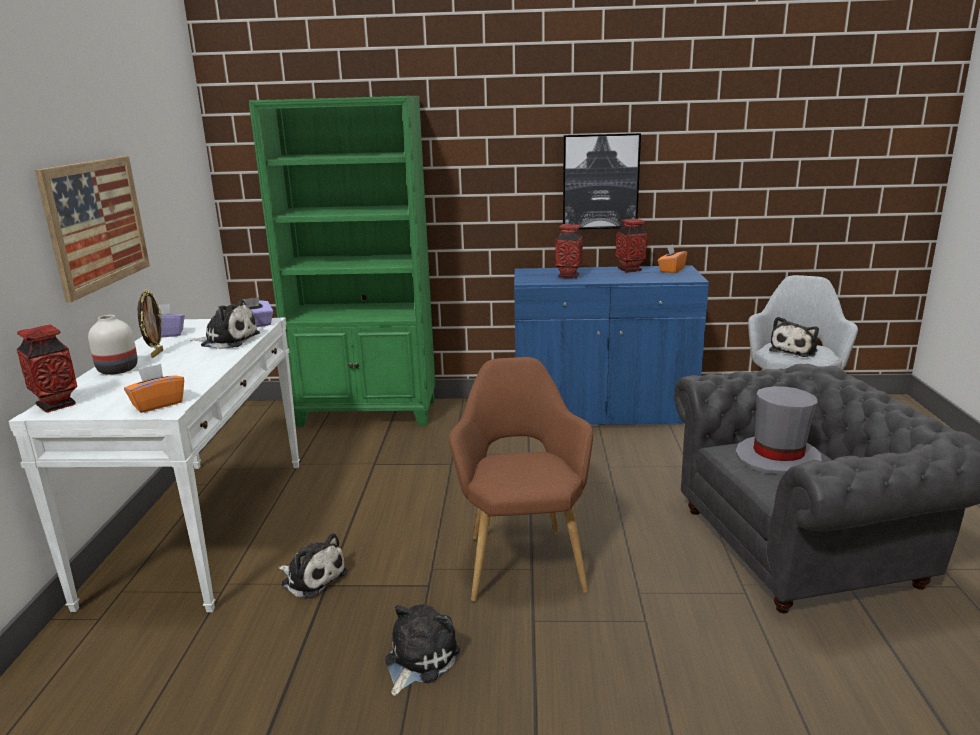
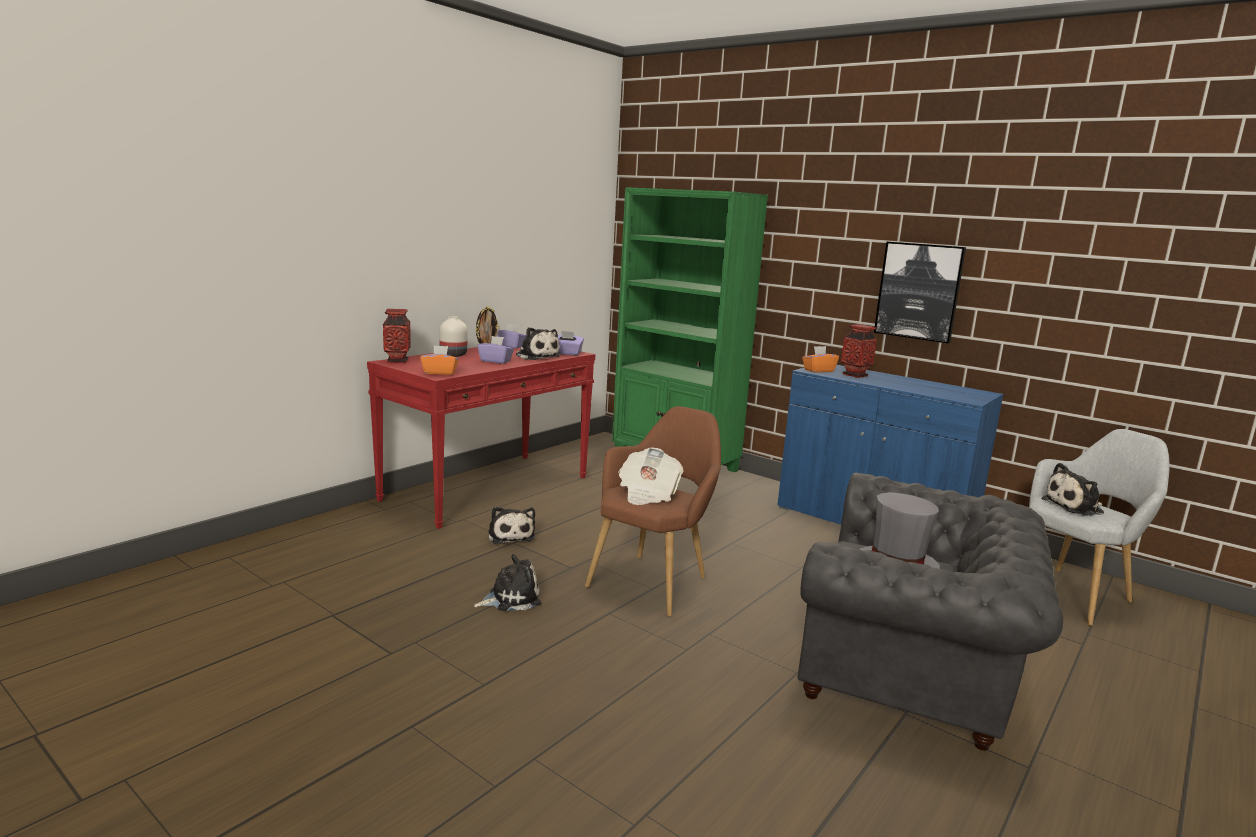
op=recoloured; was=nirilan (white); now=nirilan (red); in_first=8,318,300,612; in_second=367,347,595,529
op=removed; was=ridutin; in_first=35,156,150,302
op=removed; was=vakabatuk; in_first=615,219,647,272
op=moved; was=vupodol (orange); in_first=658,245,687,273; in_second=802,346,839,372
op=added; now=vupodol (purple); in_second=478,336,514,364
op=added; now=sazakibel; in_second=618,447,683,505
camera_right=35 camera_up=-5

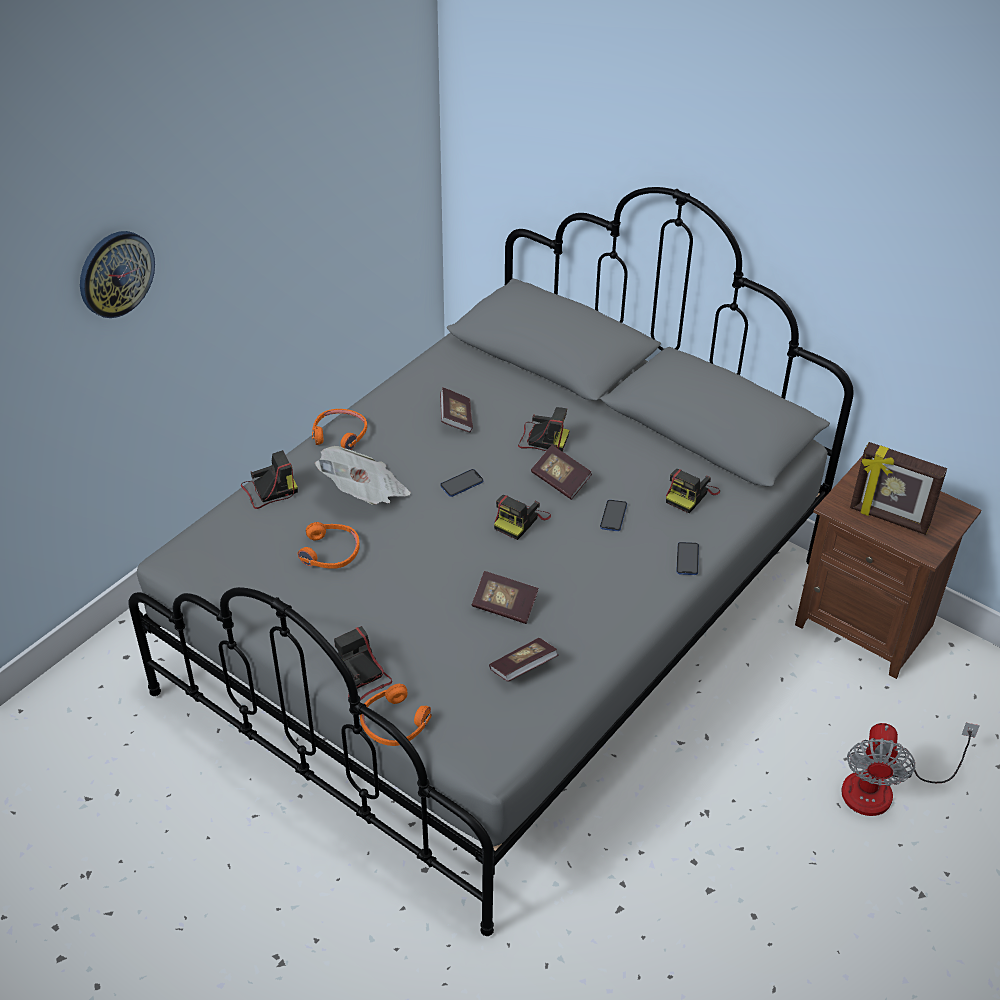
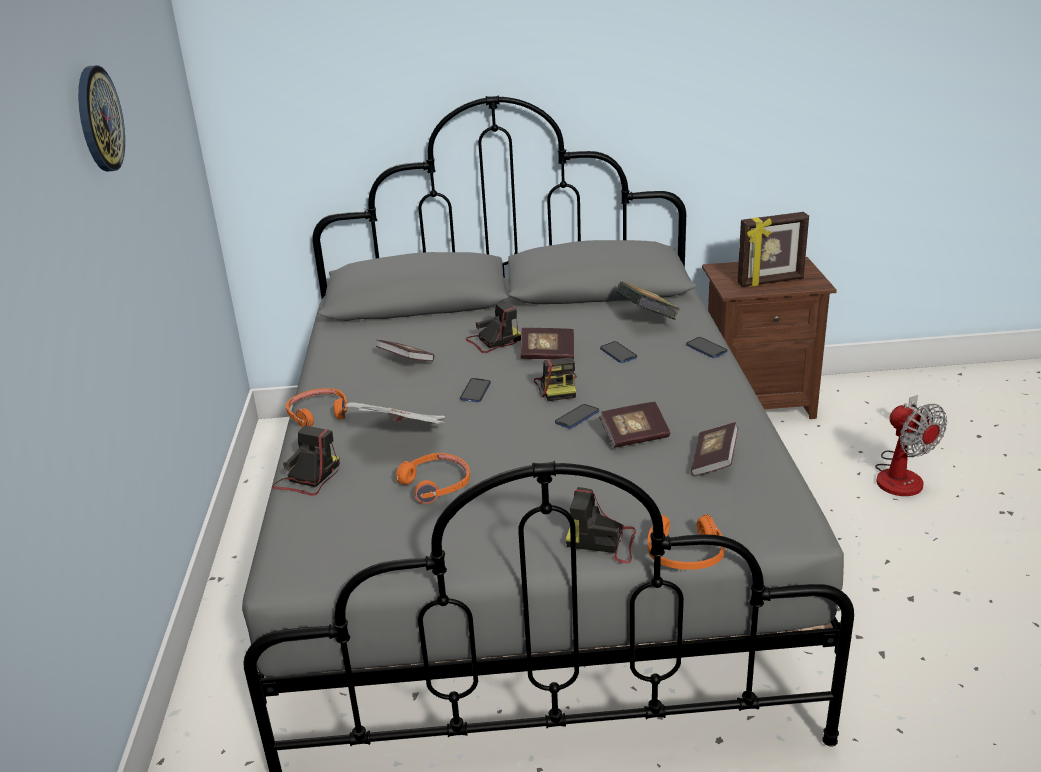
op=moved; was=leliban; in_first=80,231,155,318; in_second=78,65,125,172
op=replaced; was=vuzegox; now=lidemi; in_first=666,469,720,513; in_second=616,281,680,320
op=added; now=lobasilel; in_second=555,404,599,428
camera_right=-40 camera_up=-15

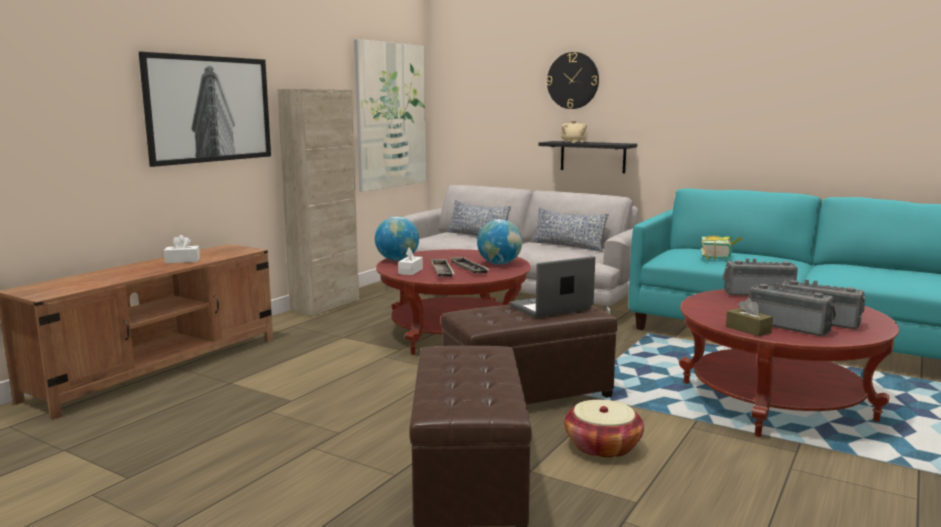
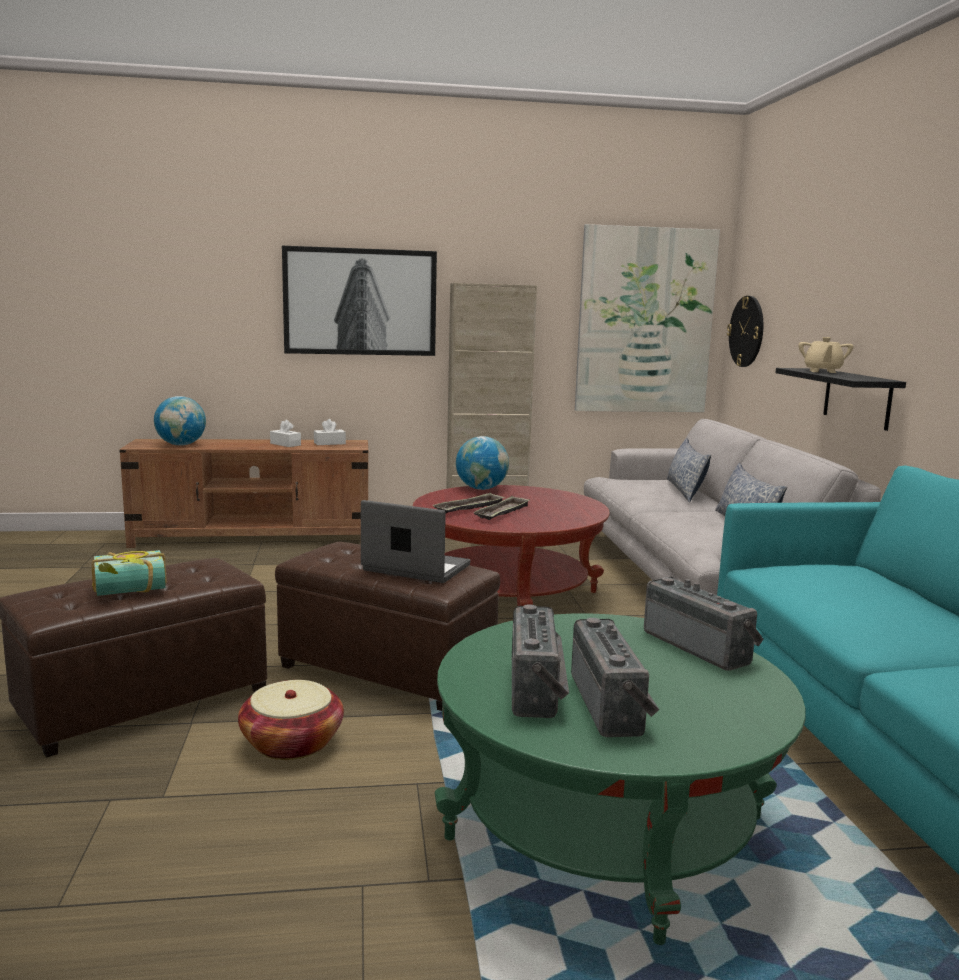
op=moved; was=vupodol (white); in_first=398,247,423,275; in_second=314,419,346,445
op=moved; was=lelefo; in_first=477,219,522,265; in_second=154,396,206,445
op=moved; was=leliban; in_first=547,52,599,109; in_second=727,296,763,367
op=recoloured; was=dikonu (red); now=dikonu (green); in_first=679,289,899,437; in_second=435,614,805,945
op=moved; was=lidemi; in_first=701,235,742,260; in_second=91,550,167,596
op=removed; was=vupodol (brown); in_first=726,298,773,337
camera_right=50 camera_up=0

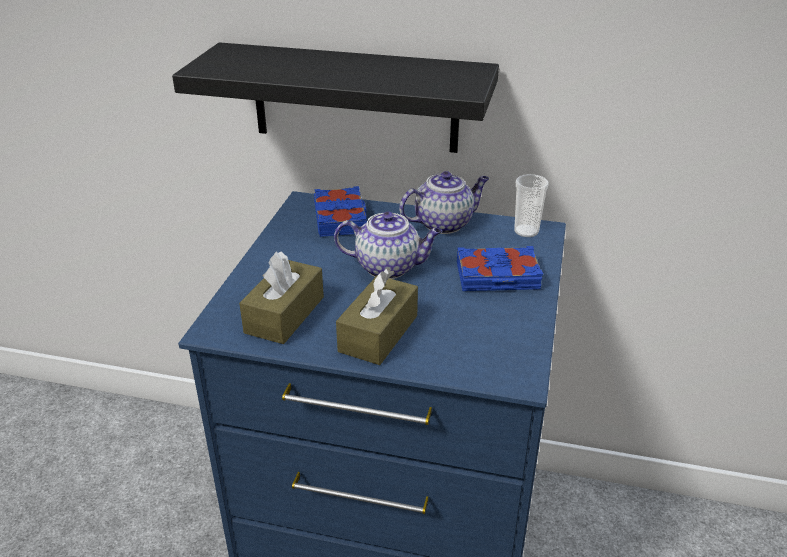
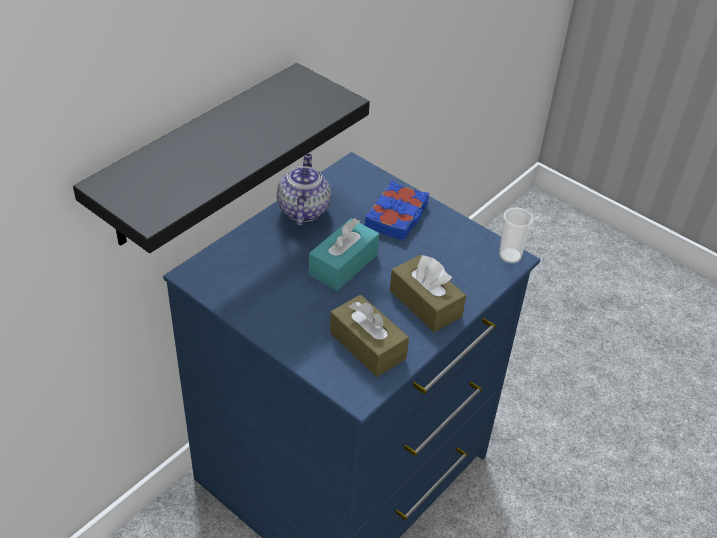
op=removed; was=lidemi (blue); in_first=314,186,367,237
op=replaced; was=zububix; now=vupodol (turquoise); in_first=334,212,443,279; in_second=309,218,379,291
op=moved; was=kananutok; in_first=514,174,549,237; in_second=499,207,534,263
camera_right=-65 camera_up=10

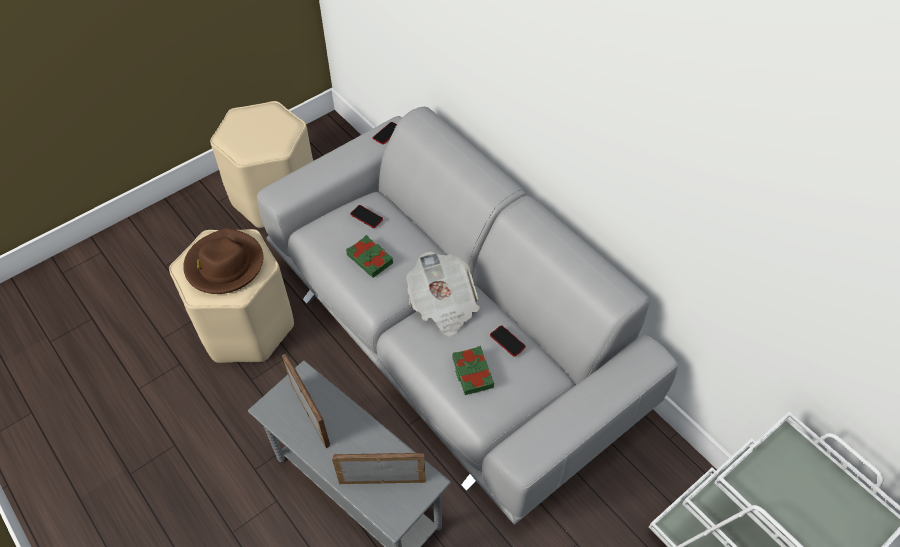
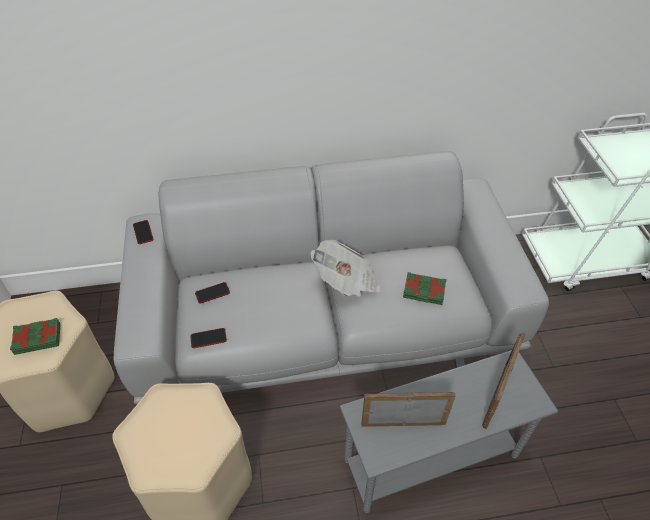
op=removed; was=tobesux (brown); in_first=183,228,264,294
op=moved; was=lidemi (green); in_first=346,235,393,278; in_second=10,318,61,355
op=moved; was=lobasilel; in_first=490,325,526,357; in_second=190,328,227,348
camera_right=-60 camera_up=-5

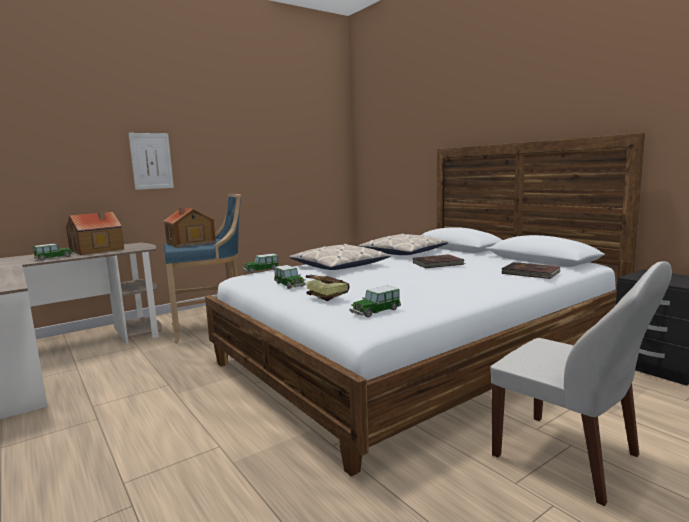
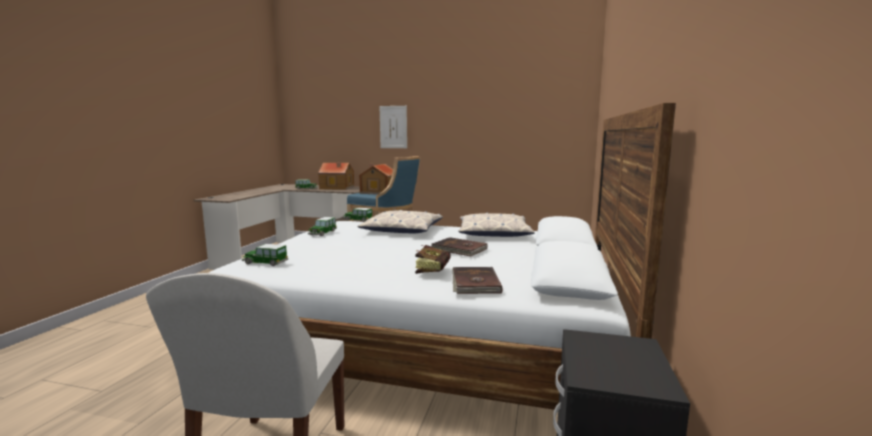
op=moved; was=lidemi; in_first=306,274,349,301; in_second=415,245,451,274
camera_right=50 camera_up=0

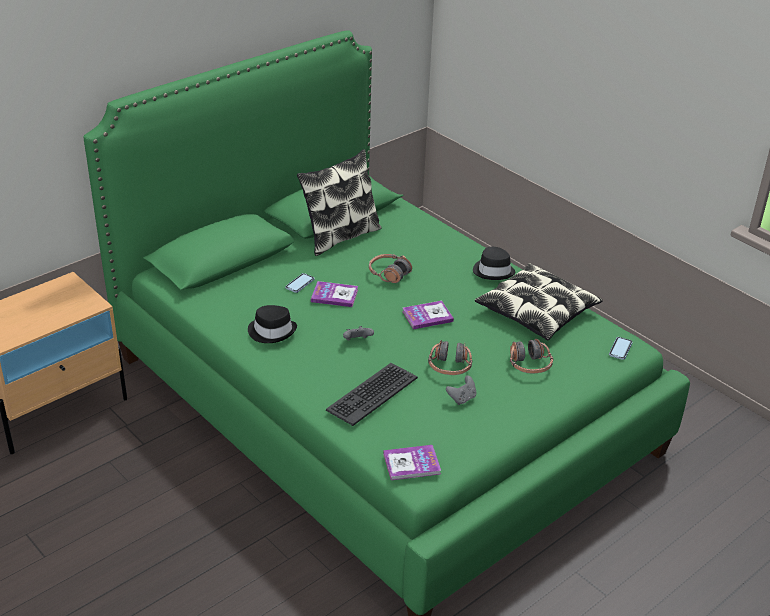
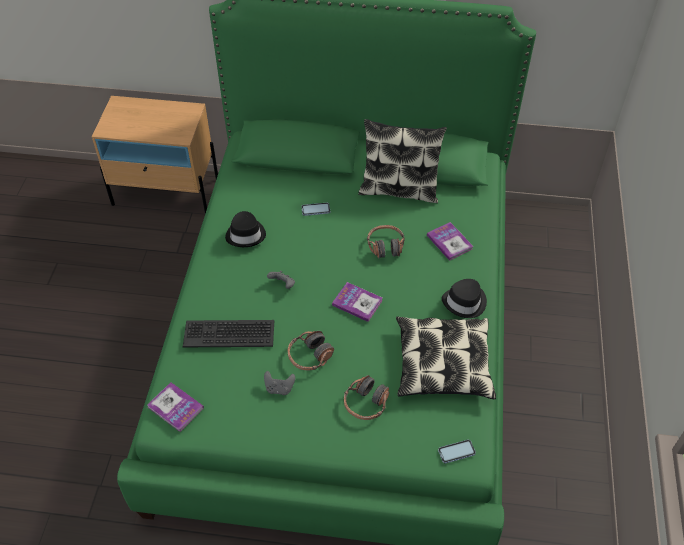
op=moved; was=lidemi; in_first=311,281,358,307; in_second=427,222,473,261
camera_right=50 camera_up=15

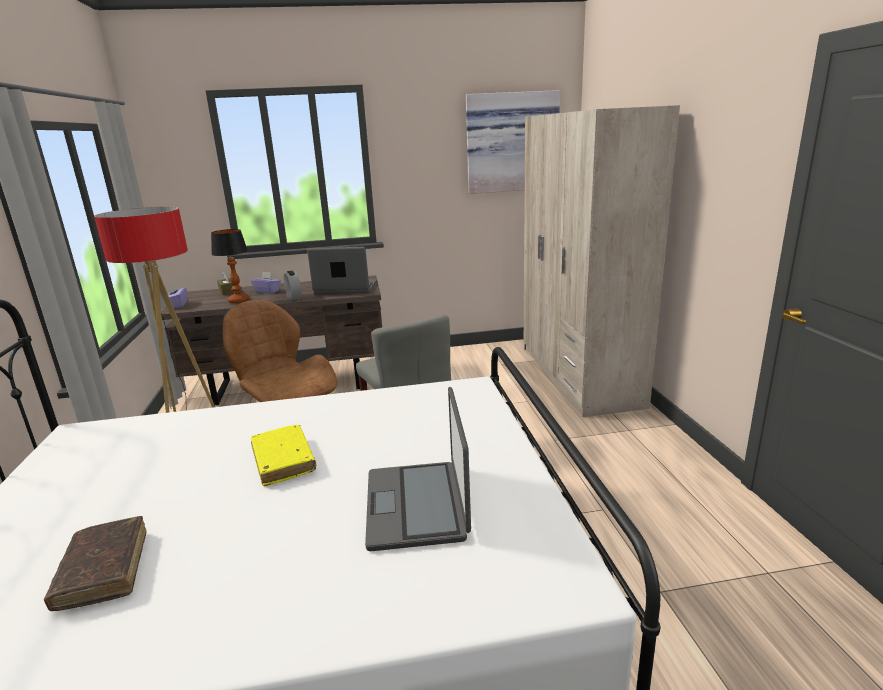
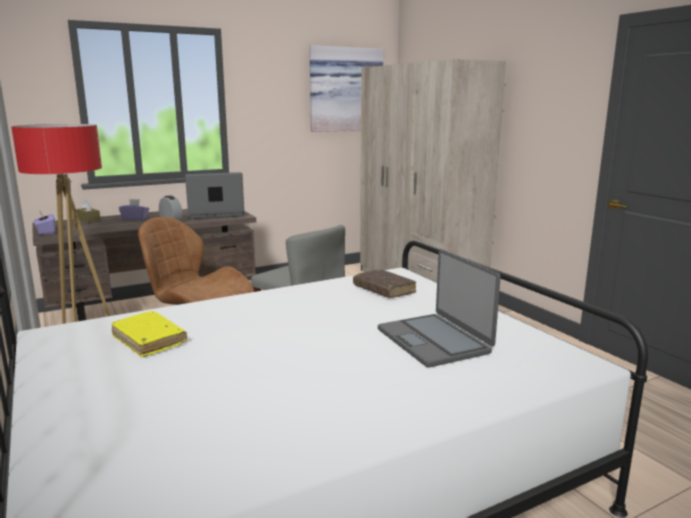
op=moved; was=lidemi (brown); in_first=44,516,146,611; in_second=353,269,416,298
op=removed; was=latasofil; in_first=211,229,249,303
op=moved; was=lidemi (yellow); in_first=251,425,316,486; in_second=112,311,187,357
camera_right=-20 camera_up=-5

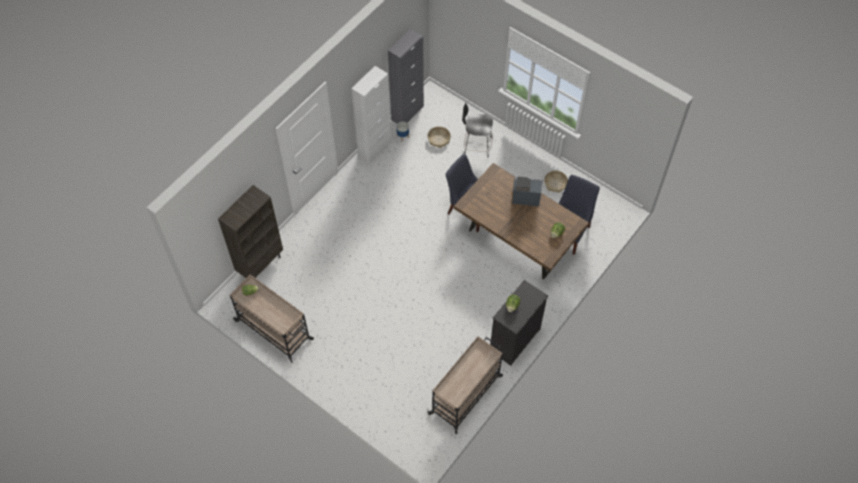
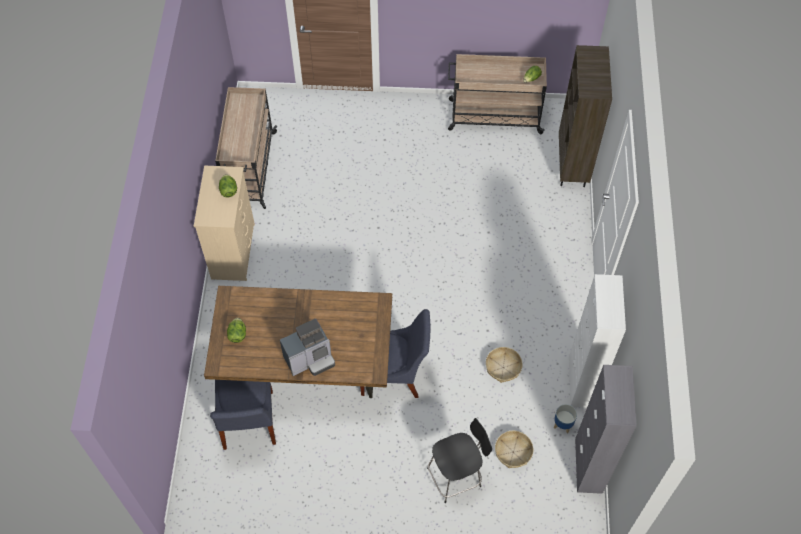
op=recoloured; was=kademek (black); now=kademek (beige); in_first=490,280,548,366; in_second=194,165,255,281
op=moved; was=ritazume; in_first=544,171,568,193; in_second=486,347,523,383
camera_right=145 camera_up=0

